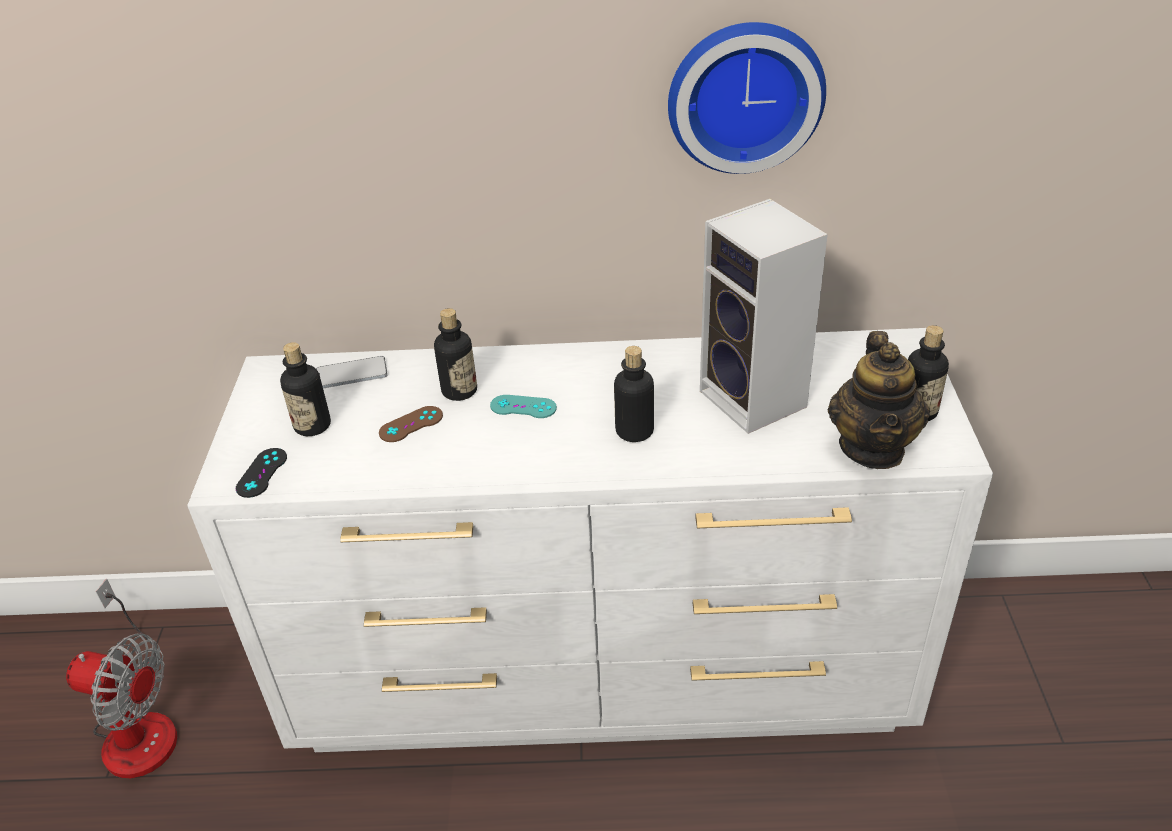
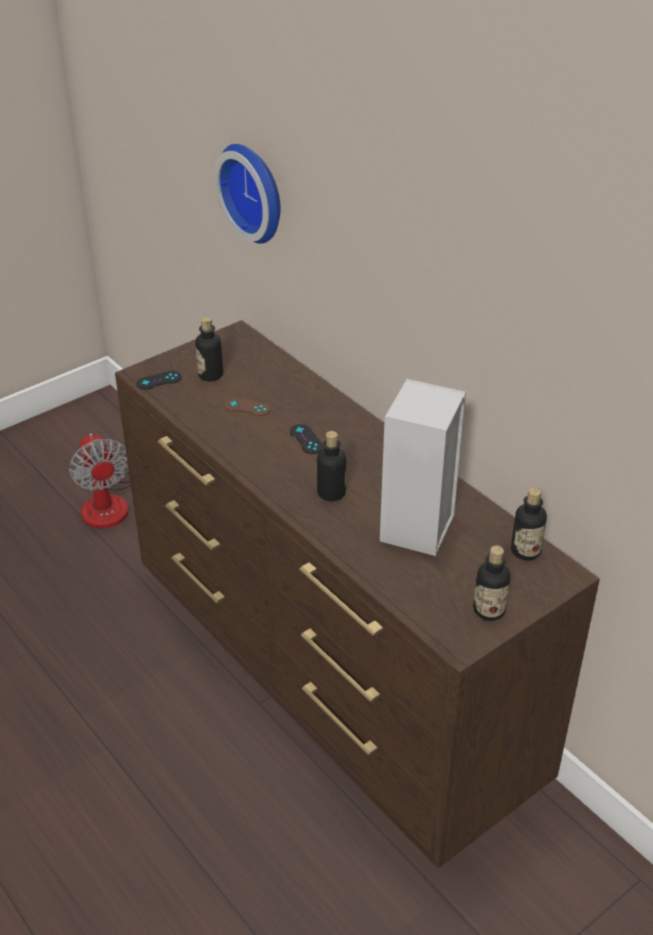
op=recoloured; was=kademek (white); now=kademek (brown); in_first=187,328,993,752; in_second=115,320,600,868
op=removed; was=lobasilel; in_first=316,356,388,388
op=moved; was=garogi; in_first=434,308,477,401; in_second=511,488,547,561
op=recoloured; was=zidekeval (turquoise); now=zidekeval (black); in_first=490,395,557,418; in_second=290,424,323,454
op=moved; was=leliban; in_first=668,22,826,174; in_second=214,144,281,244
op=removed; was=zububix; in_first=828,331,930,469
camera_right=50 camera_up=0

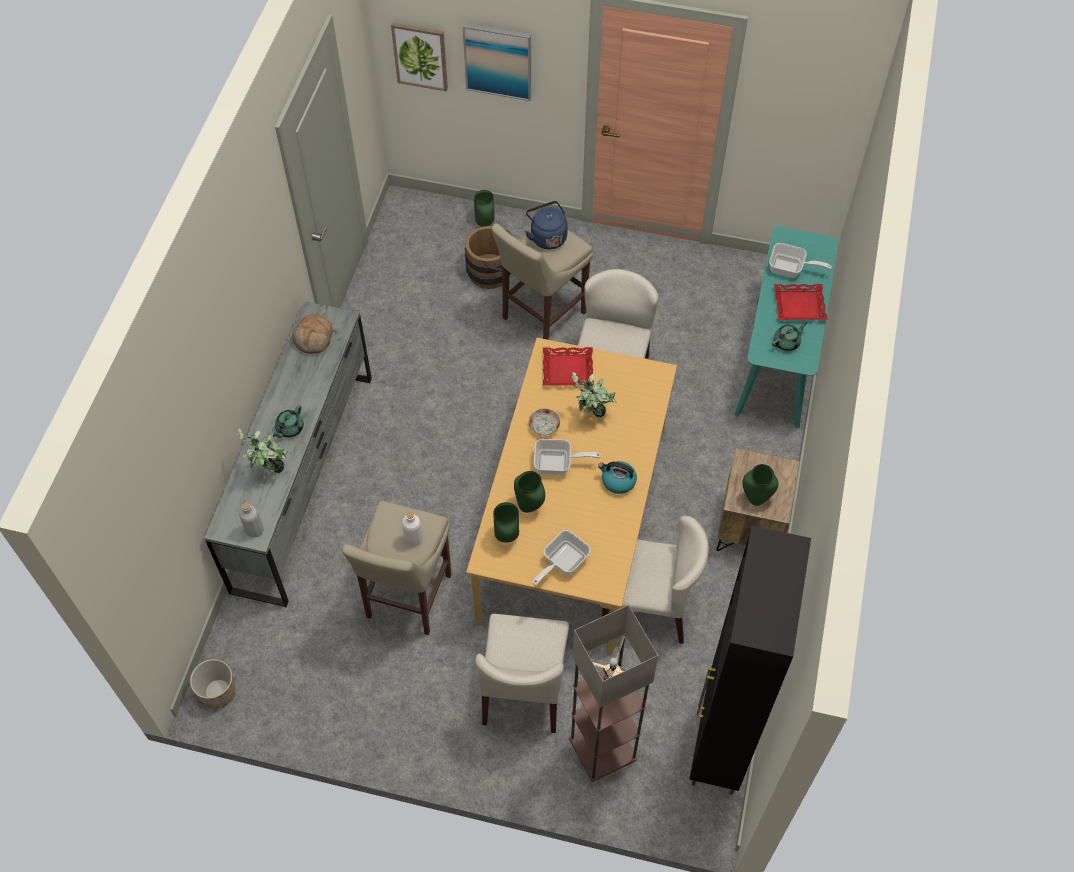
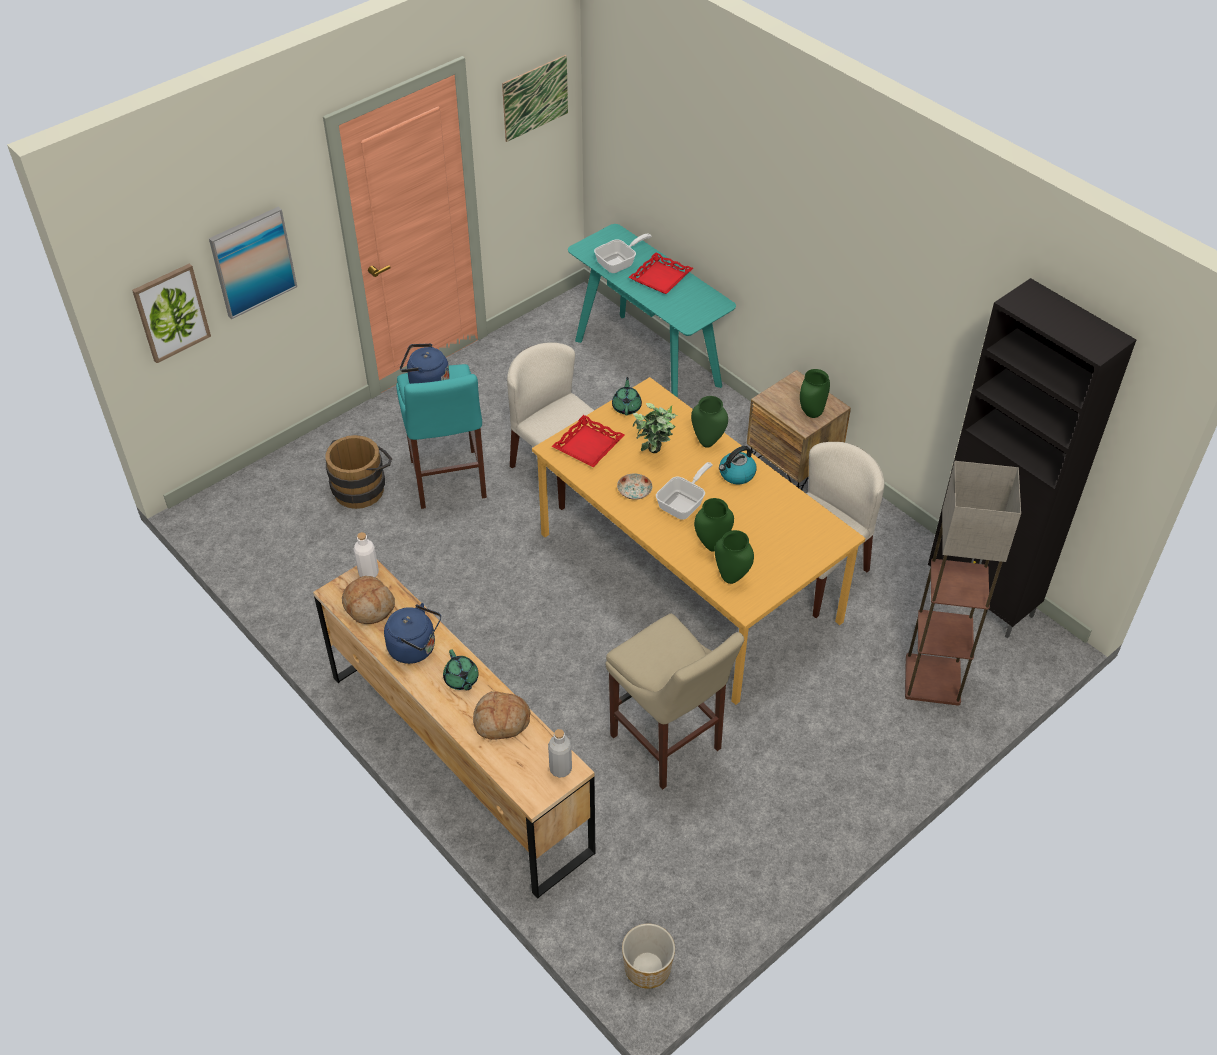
op=recoloured; was=kademek (grey); now=kademek (brown); in_first=204,301,372,607; in_second=313,560,596,899
op=replaced; was=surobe; now=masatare; in_first=238,429,288,473; in_second=473,691,530,740
op=moved; was=garogi (white); in_first=402,511,423,546; in_second=354,532,379,577
op=moved; was=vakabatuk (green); in_first=474,190,494,227; in_second=691,396,728,448
op=removed; was=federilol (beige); in_first=476,614,569,733
op=recoloured; was=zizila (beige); now=zizila (turquoise); in_first=491,223,593,340; in_second=396,364,487,509
op=removed; was=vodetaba; in_first=532,530,591,585
op=moved; was=zububix (green); in_first=772,322,807,351; in_second=612,377,642,415
op=added; now=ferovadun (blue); in_second=384,603,441,664
op=added; now=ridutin; in_second=502,55,568,142
camera_right=-55 camera_up=-10

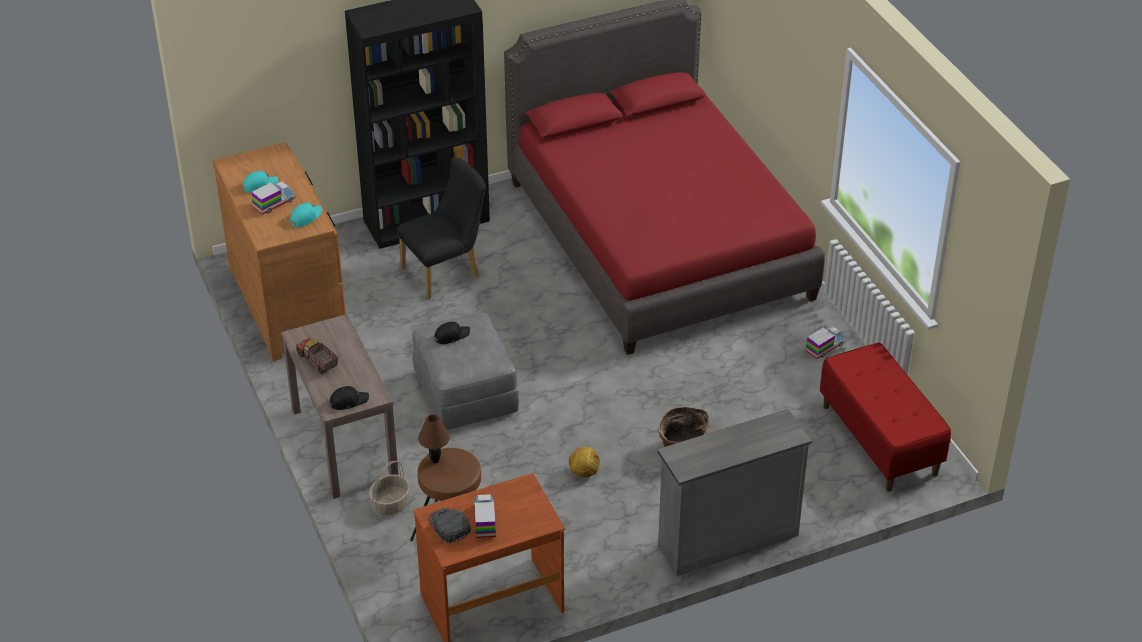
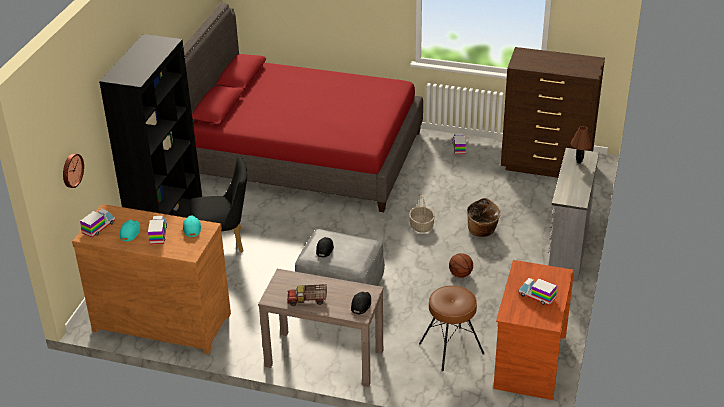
op=moved; was=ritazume; in_first=369,461,410,515; in_second=409,194,435,233
op=turned; was=federilol (black); in_first=397,157,486,299; in_second=190,156,247,252; clockwise=75
op=moved; was=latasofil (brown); in_first=418,414,450,463; in_second=571,126,592,164
op=removed; was=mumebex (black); in_first=428,508,471,544
op=replaced; was=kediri; now=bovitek; in_first=569,446,600,477; in_second=449,253,473,278
op=replaced; was=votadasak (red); now=kademek (brown); in_first=820,343,951,492; in_second=501,47,605,178
op=added; now=leliban; in_second=63,153,84,188
op=added; now=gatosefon; in_second=80,209,115,238
camera_right=-50 camera_up=-5

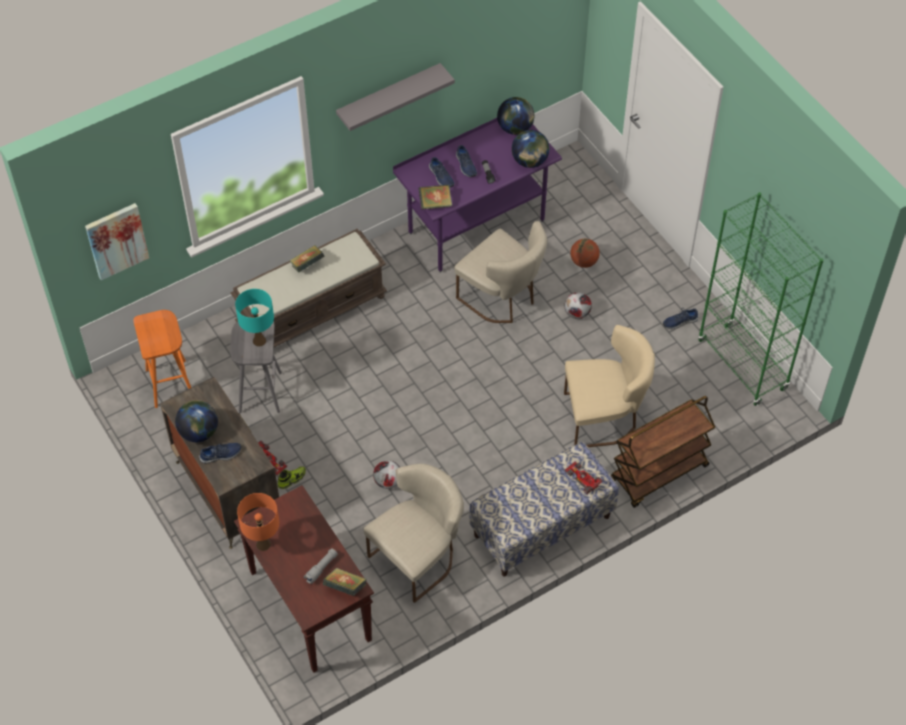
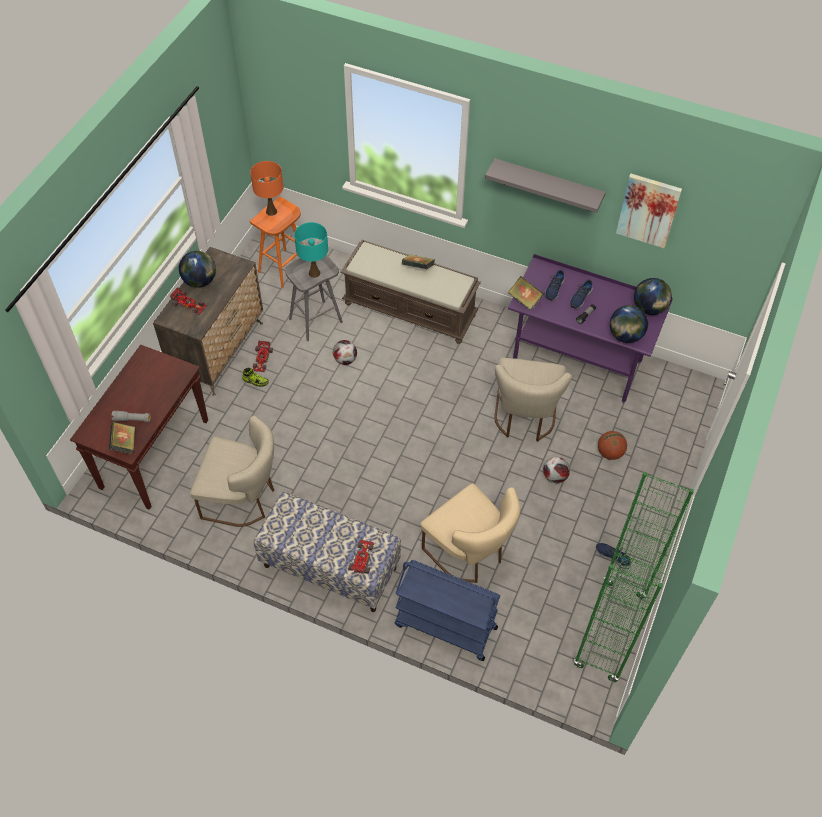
op=moved; was=ridutin; in_first=85,203,149,280; in_second=616,174,682,248
op=replaced; was=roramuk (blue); now=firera; in_first=199,443,241,463; in_second=170,287,207,314
op=moved; was=latasofil (orange); in_first=237,493,279,551; in_second=250,161,284,216
op=moved; was=kediri; in_first=373,460,400,489; in_second=333,340,357,365
op=recoloured; was=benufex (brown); now=benufex (blue); in_first=611,396,715,508; in_second=394,560,501,661
camera_right=55 camera_up=0

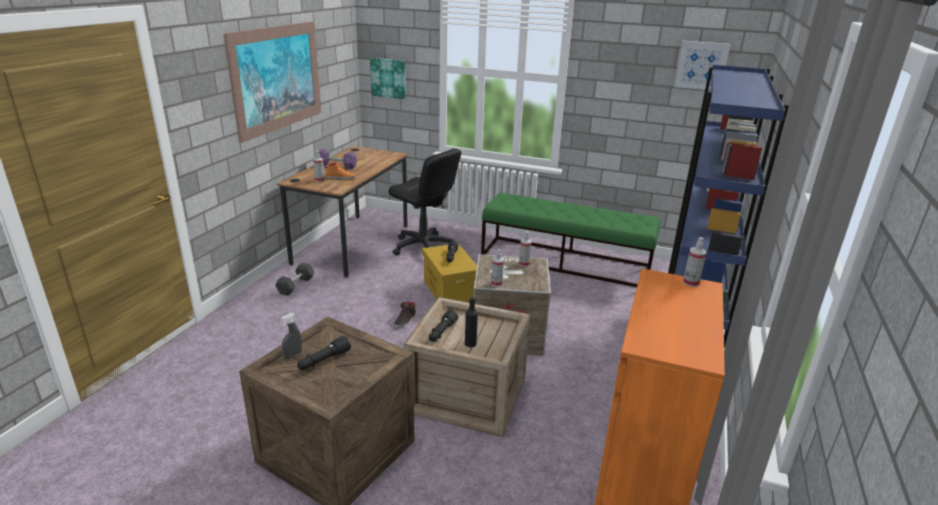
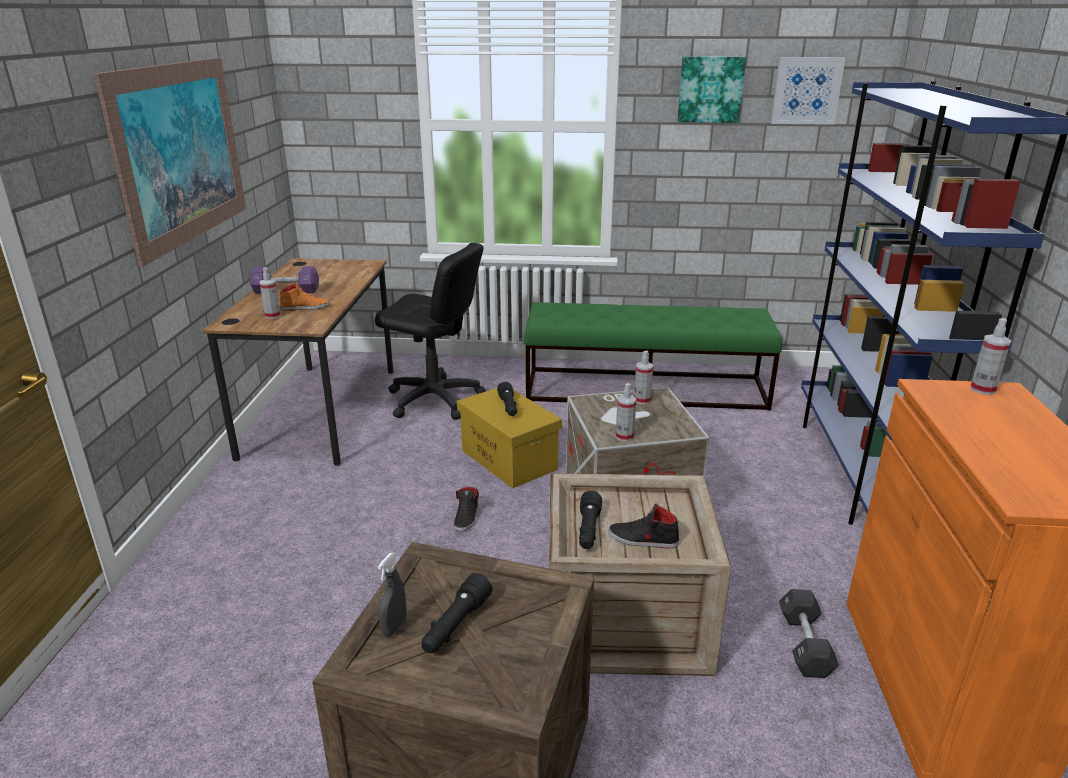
op=moved; was=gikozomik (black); in_first=275,263,314,296; in_second=779,589,839,678
op=moved; was=ridutin; in_first=370,58,406,99; in_second=677,56,746,123
op=replaced; was=garogi (black); now=roramuk (black); in_first=465,297,478,347; in_second=608,504,679,548
camera_right=-15 camera_up=0

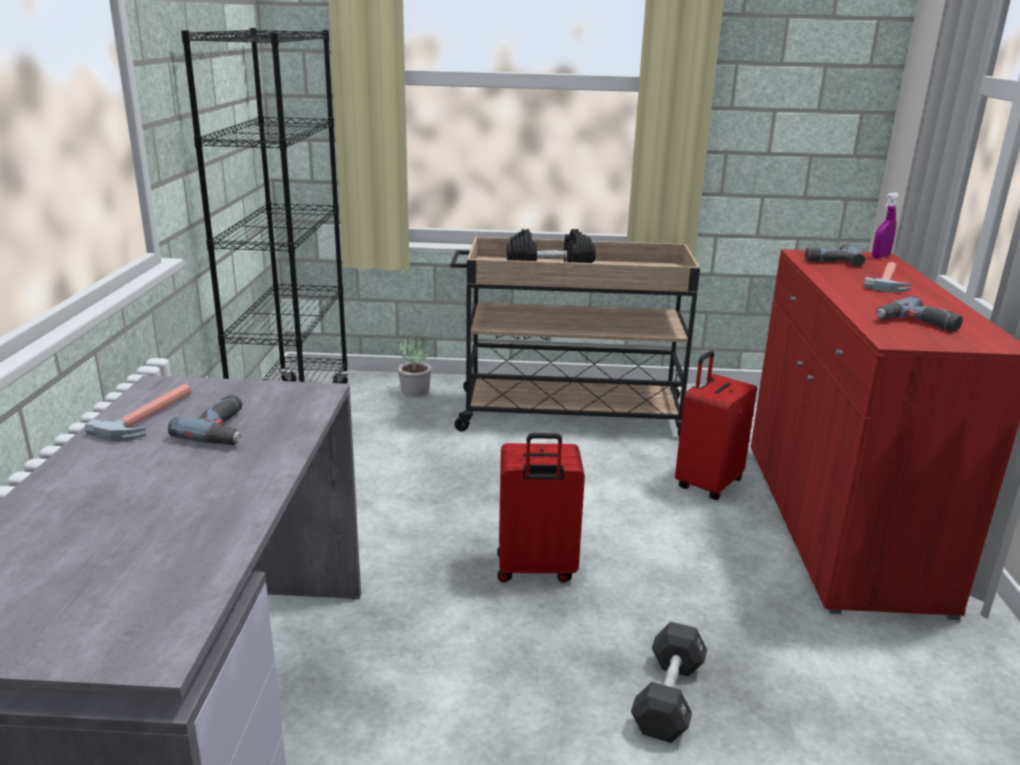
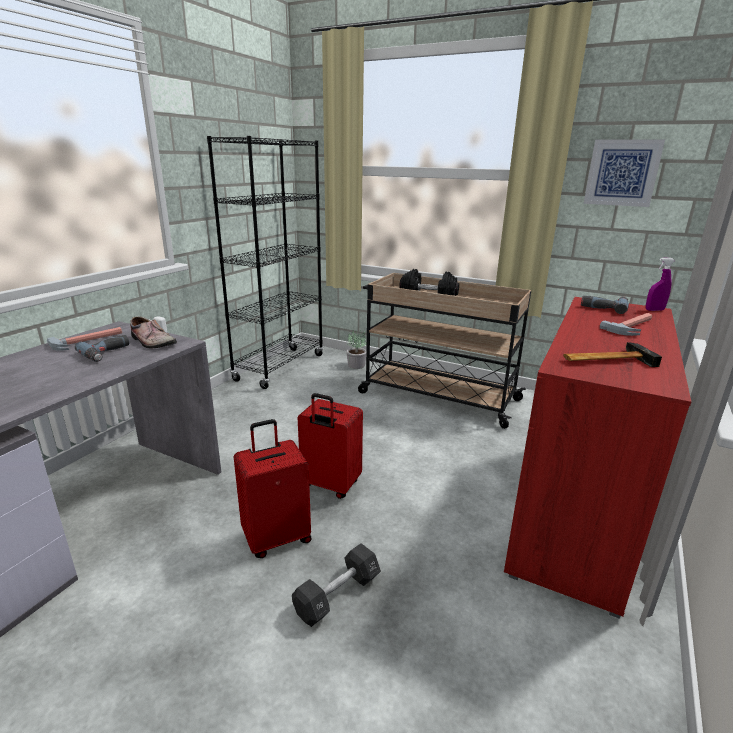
op=moved; was=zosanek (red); in_first=675,351,757,500; in_second=234,419,311,558
op=replaced; was=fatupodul; now=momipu; in_first=876,297,963,331; in_second=563,342,662,367
op=added; now=roramuk; in_second=130,316,177,348
op=added; now=ridutin; in_second=583,139,665,207
camera_right=25 camera_up=0

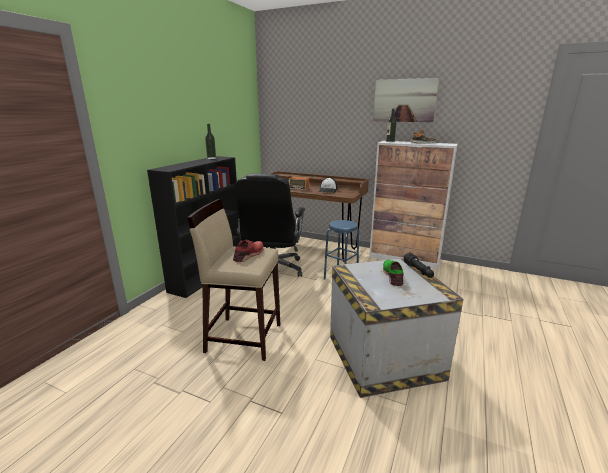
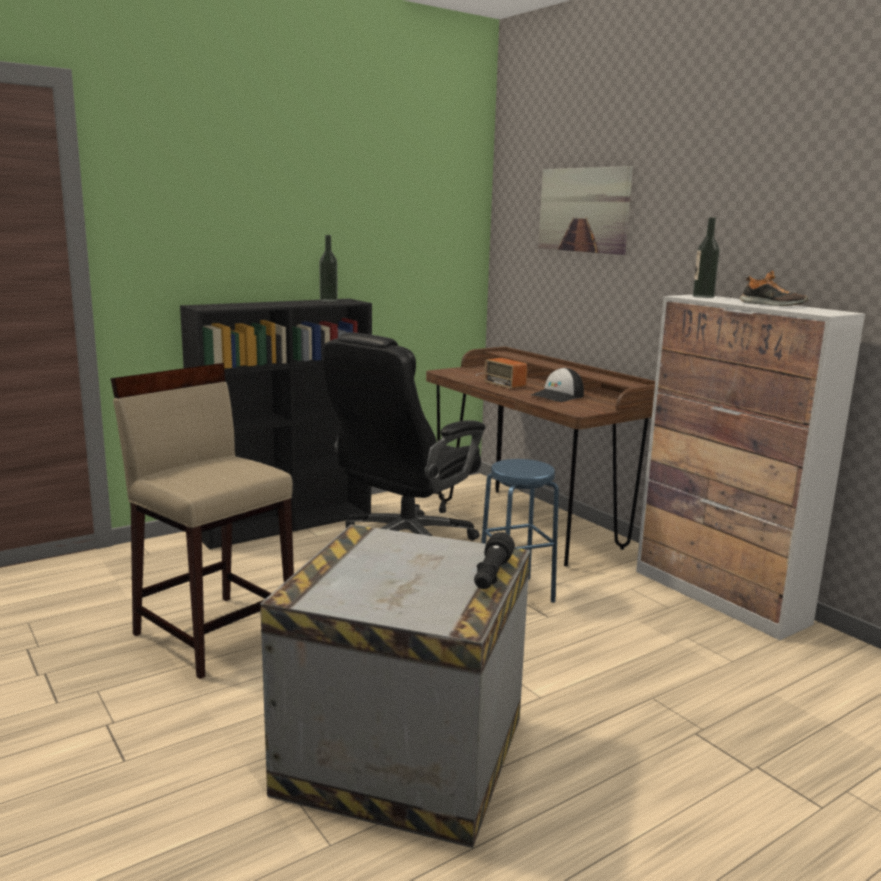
op=removed; was=roramuk (red); in_first=233,239,264,262
op=moved; was=ridutin; in_first=373,78,439,122; in_second=538,166,633,255
op=removed; was=roramuk (green); in_first=383,260,403,286
camera_right=30 camera_up=-5

